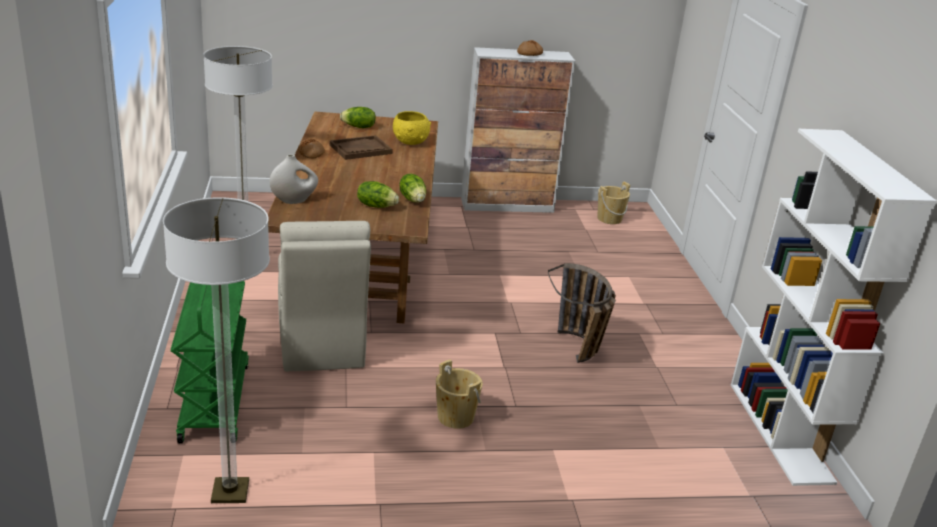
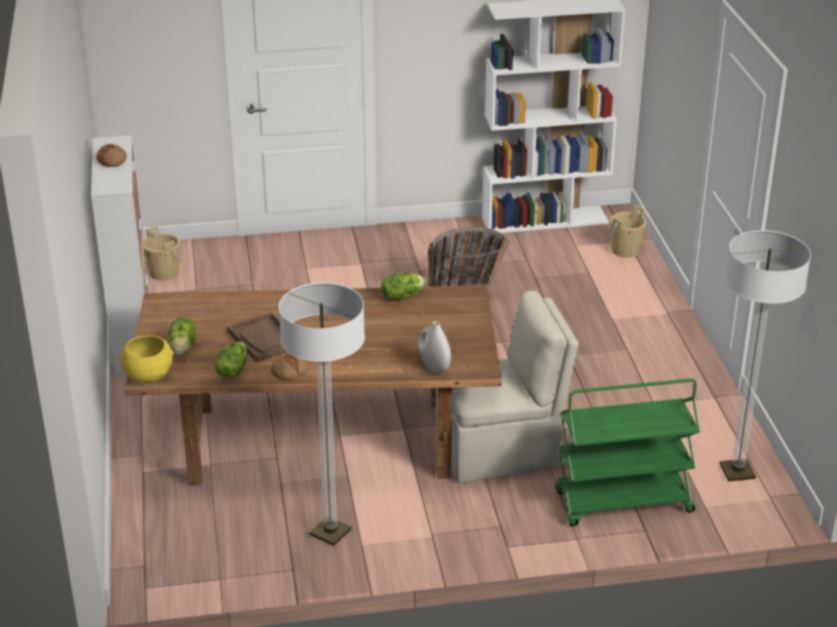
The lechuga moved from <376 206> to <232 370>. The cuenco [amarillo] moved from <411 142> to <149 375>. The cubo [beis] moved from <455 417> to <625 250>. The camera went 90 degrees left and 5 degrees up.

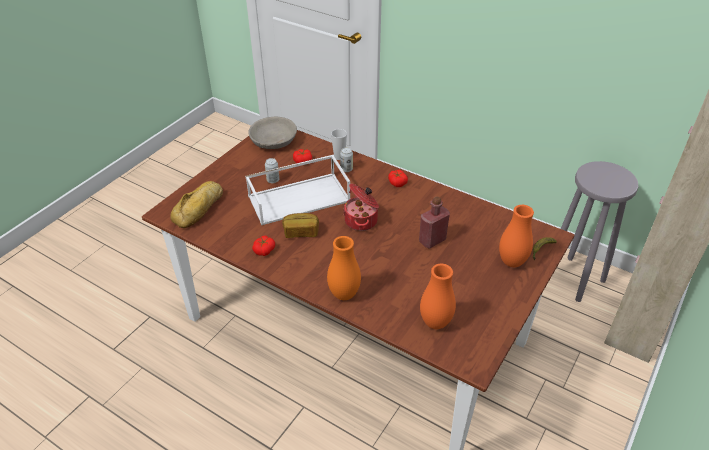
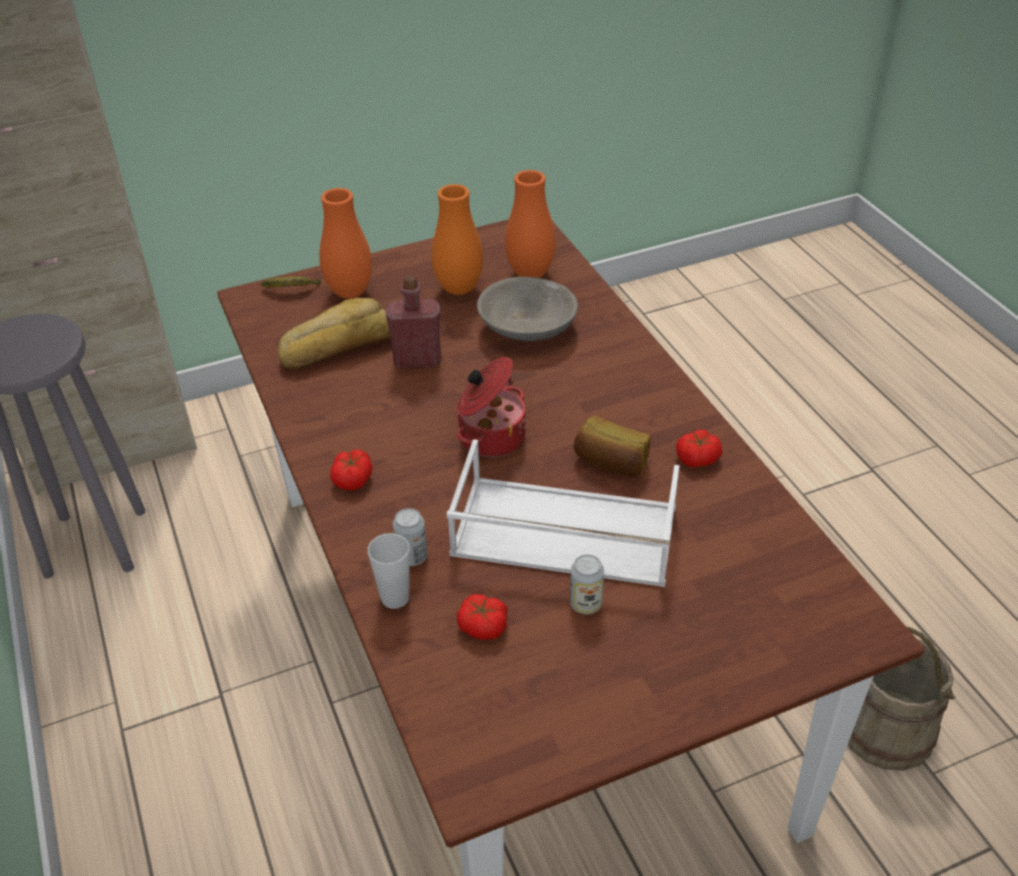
The cubo [beis] at <885 729> appeared. The pan moved from <200 208> to <338 344>. The cuenco [gris] moved from <274 141> to <527 327>. The florero [naranja] moved from <344 294> to <459 289>. The camera went 145 degrees left and 0 degrees up.

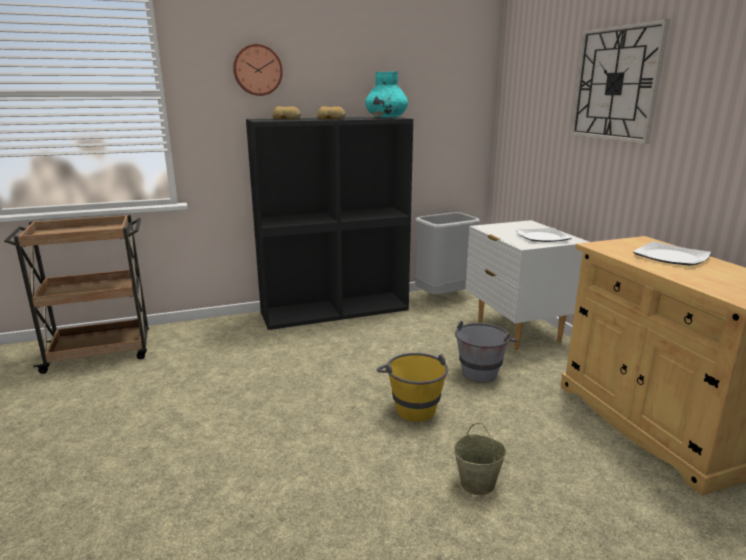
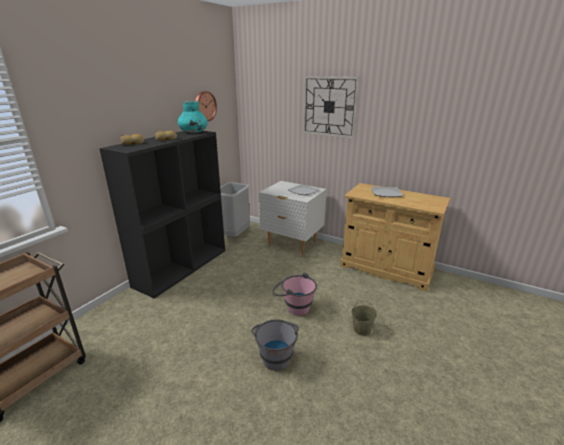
The reloj de pared moved from <257 70> to <204 106>. The cubo [gris] moved from <482 370> to <275 355>. The cubo [amarillo] at <411 406> became the cubo [rosa] at <293 306>. The camera went 40 degrees left and 5 degrees up.

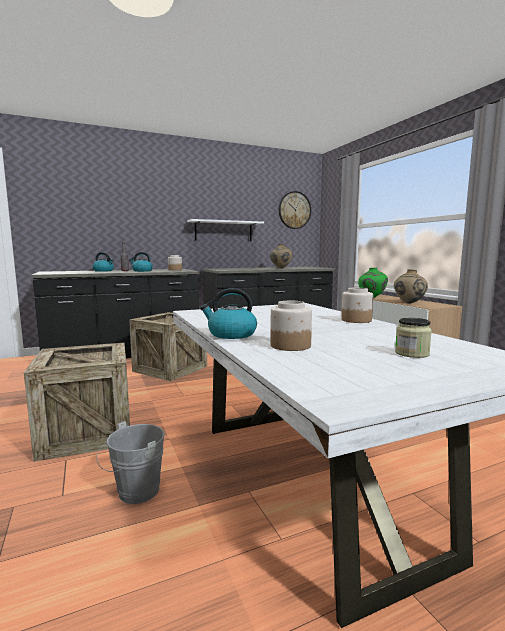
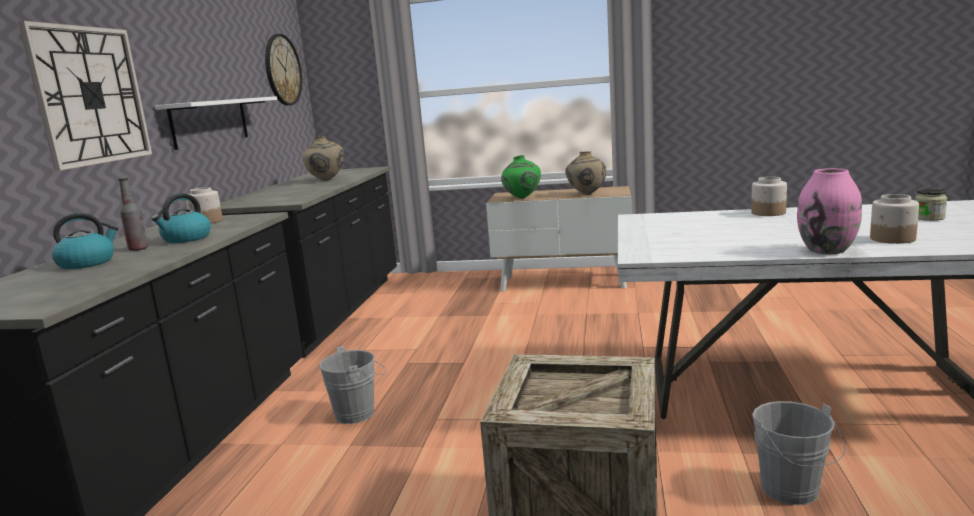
The reloj de pared at <90 95> appeared. The caja de embalaje at <170 369> was replaced by the cubo [gris] at <359 413>. The hervidor at <231 334> was replaced by the florero [rosa] at <827 250>. The camera went 55 degrees left and 5 degrees up.

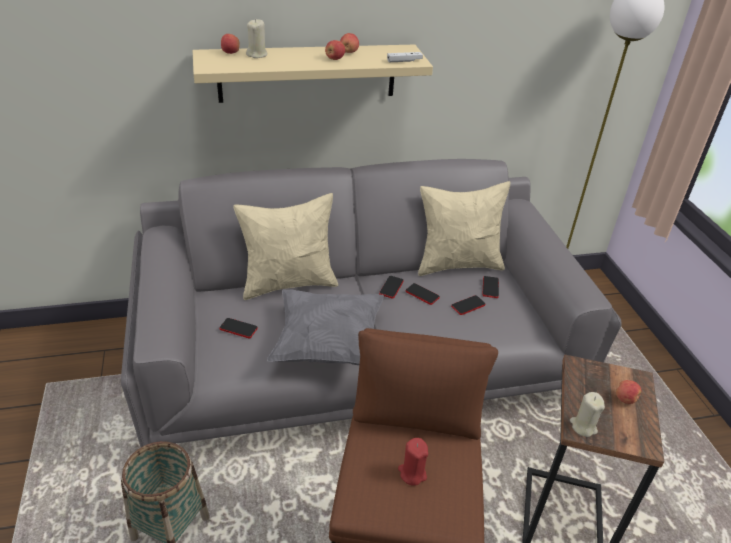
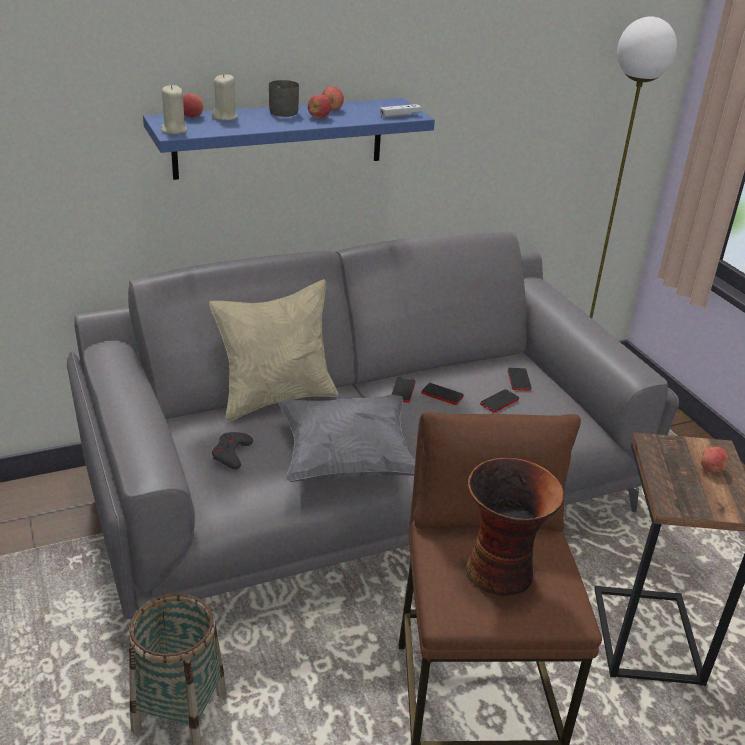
The cojín [beis] at <457 264> disappeared. The taza grande [gris] at <283 111> appeared. The vela [beis] moved from <583 426> to <174 130>. The móvil at <238 328> was replaced by the mando de consola [gris] at <231 454>. The vela [rojo] at <412 473> was replaced by the florero at <502 571>. The estante [beis] at <307 73> became the estante [azul] at <279 138>. The camera went 10 degrees left and 5 degrees down.

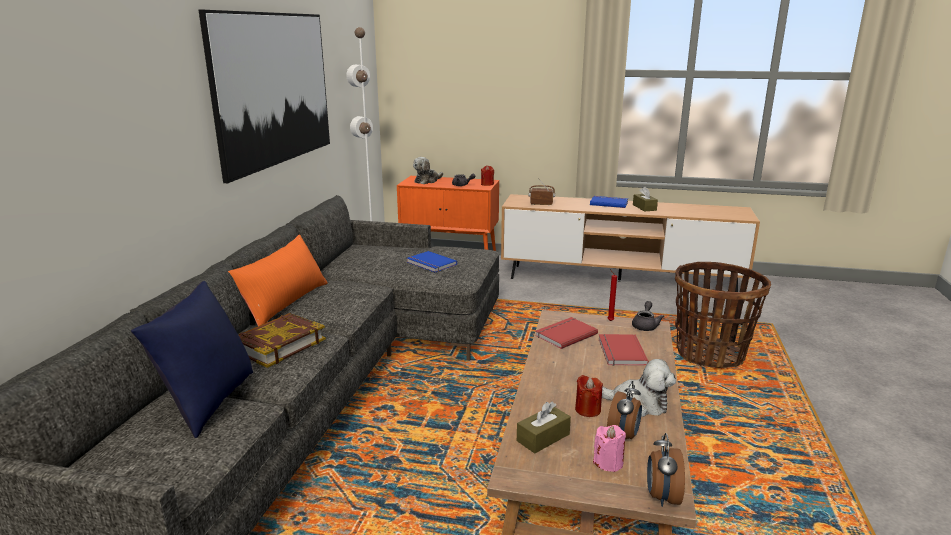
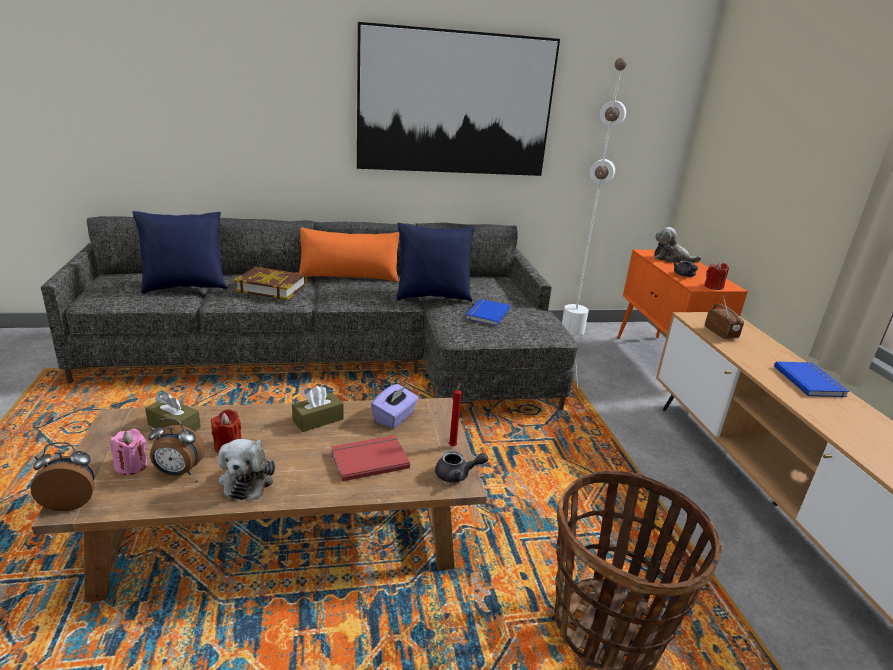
The cojín [azul] at <432 296> appeared. The caja de pañuelos [marrón] moved from <644 207> to <318 420>. The libro [rojo] at <564 334> was replaced by the caja de pañuelos [morado] at <394 417>. The camera went 65 degrees right and 5 degrees up.

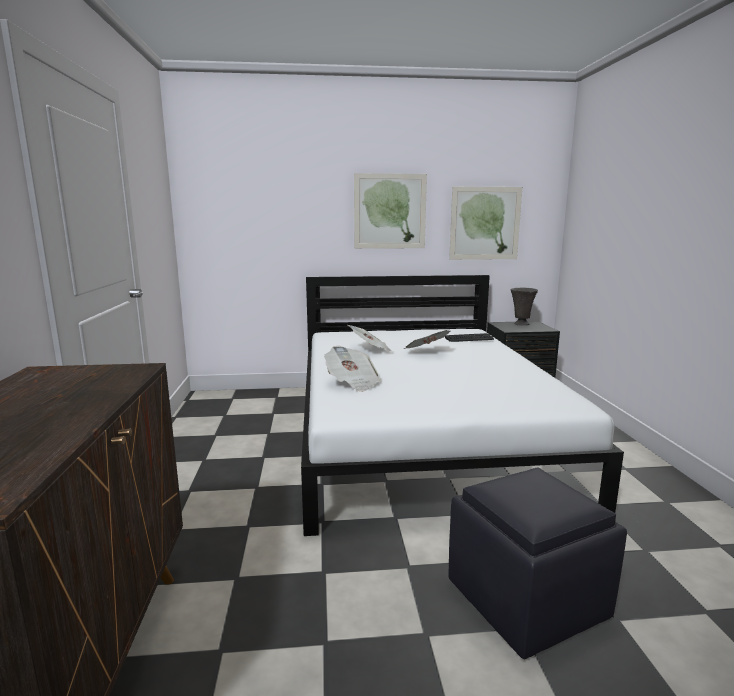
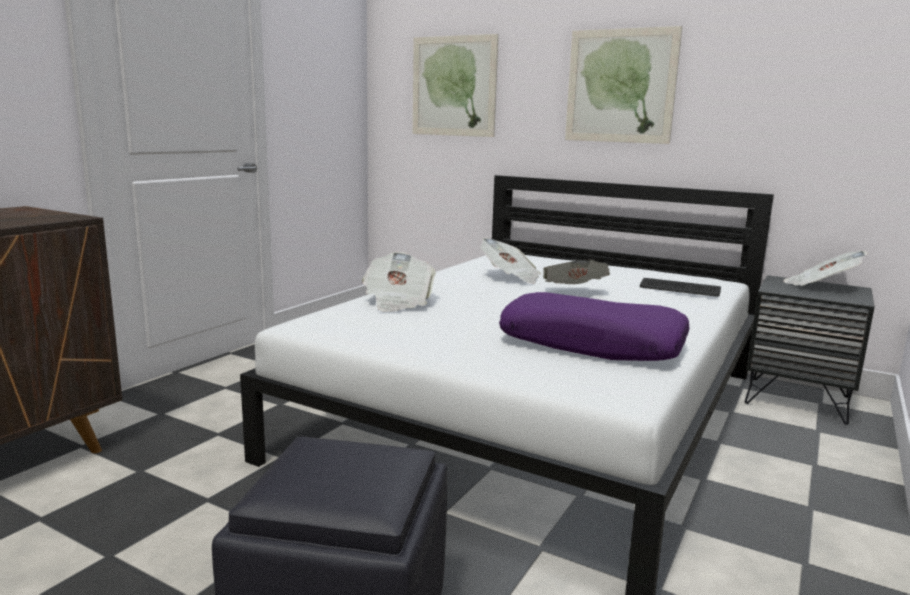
The cojín [morado] at <592 344> appeared. The cuadro moved from <485 223> to <453 86>. The florero [gris] at <521 324> was replaced by the periódico at <820 286>. The camera went 35 degrees right and 0 degrees up.

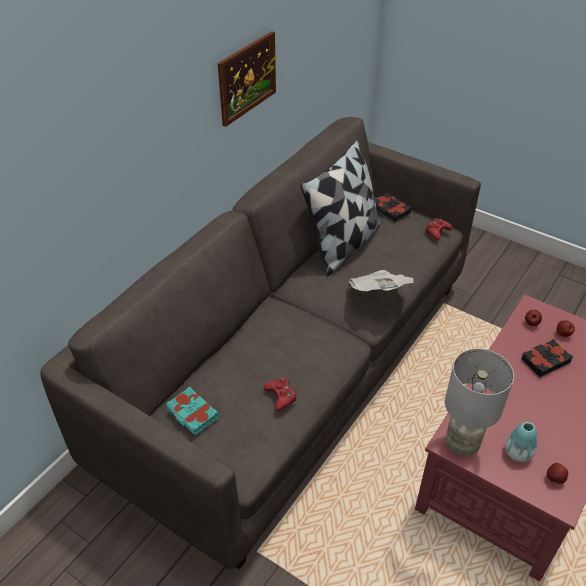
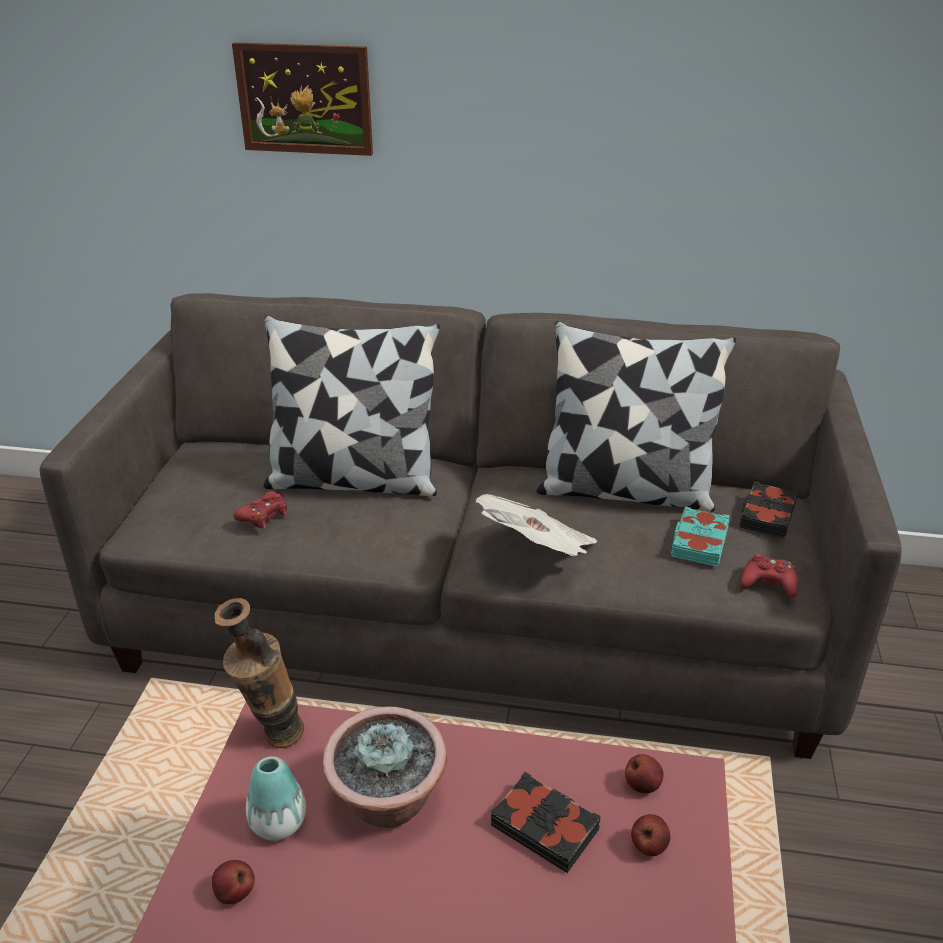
The cojín at <354 480> appeared. The planta en maceta at <388 803> appeared. The libro [turquesa] moved from <192 414> to <698 542>. The cuadro moved from <247 78> to <304 99>. The lámpara de mesa [gris] at <462 443> was replaced by the florero at <272 740>. The camera went 65 degrees right and 10 degrees down.

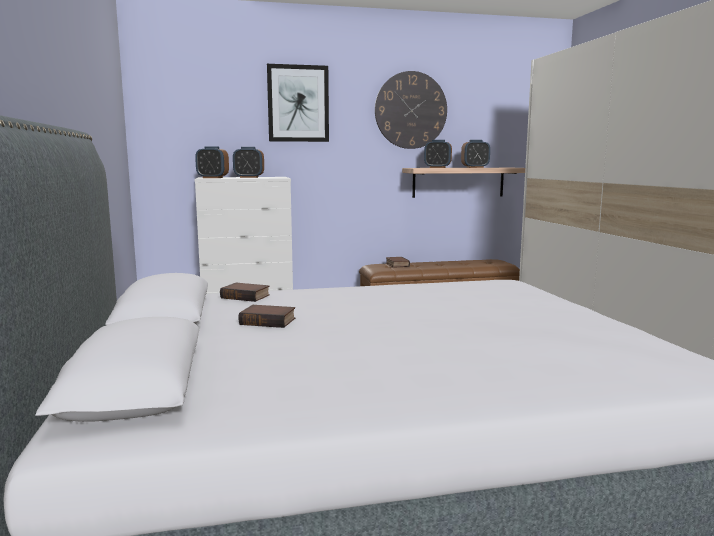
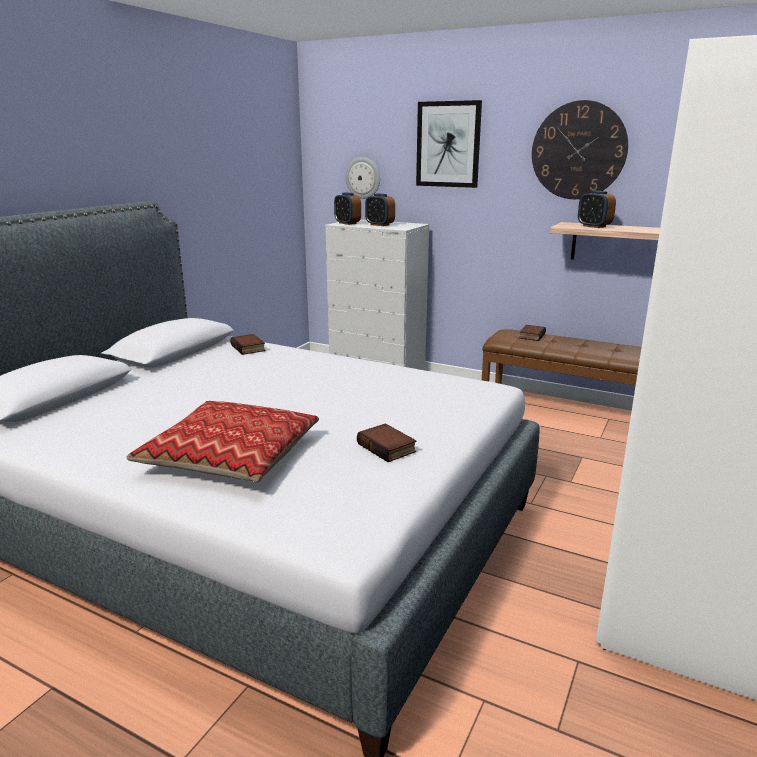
The despertador at <475 167> disappeared. The cojín at <230 455> appeared. The reloj de pared at <363 178> appeared. The libro moved from <269 321> to <388 447>. The camera went 40 degrees right and 10 degrees up.

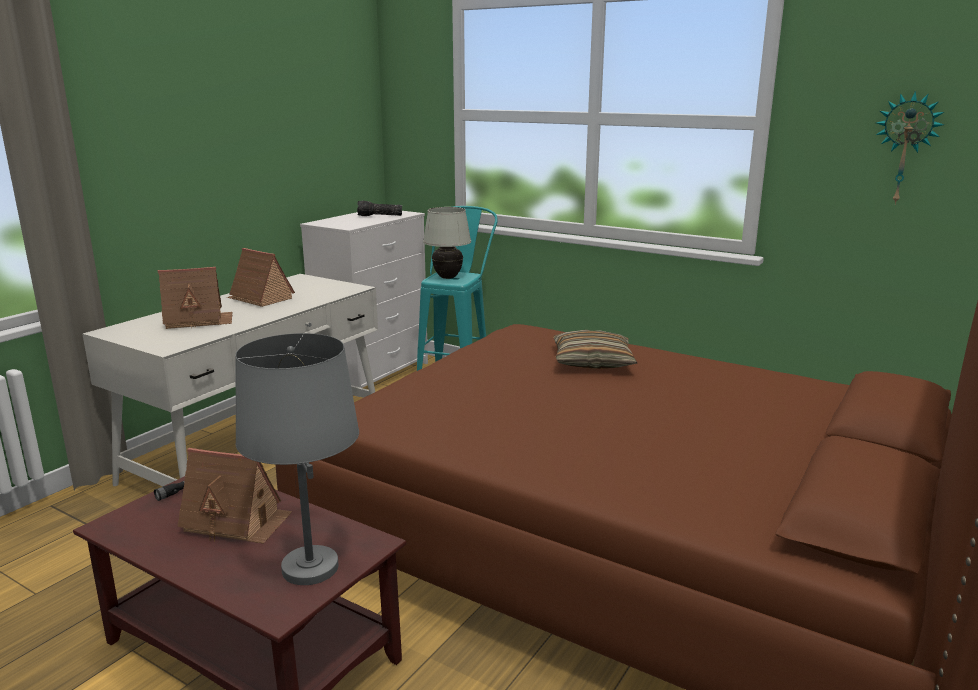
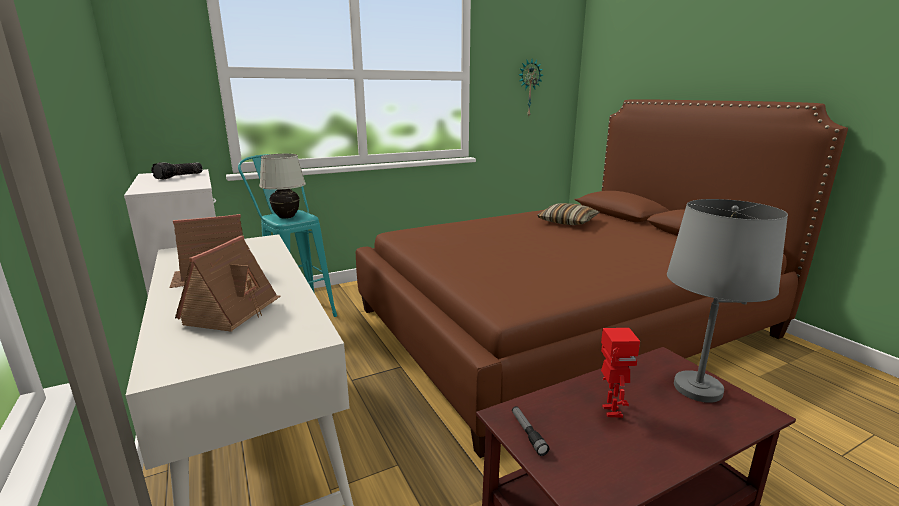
The cojín moved from <592 362> to <567 222>. The casita at <237 521> was replaced by the robot de juguete at <610 411>. The camera went 60 degrees left and 0 degrees up.

